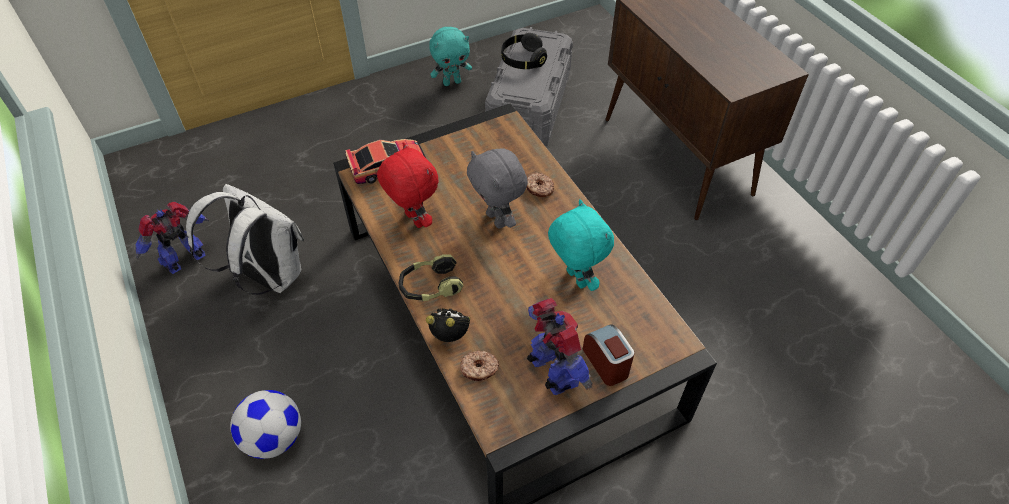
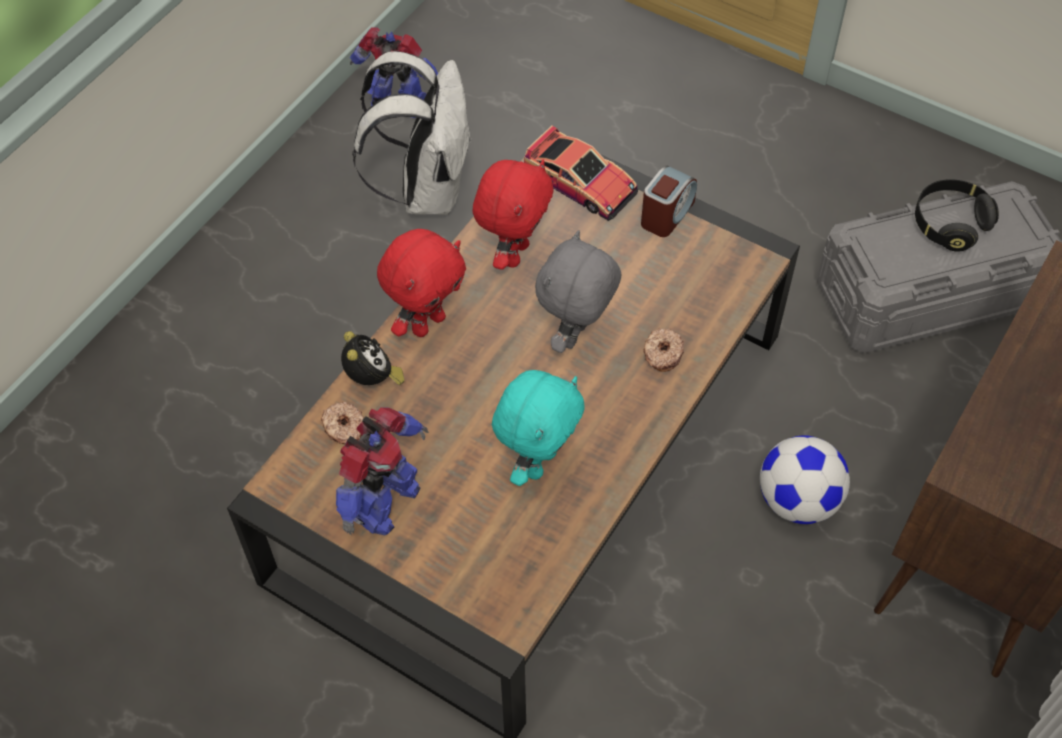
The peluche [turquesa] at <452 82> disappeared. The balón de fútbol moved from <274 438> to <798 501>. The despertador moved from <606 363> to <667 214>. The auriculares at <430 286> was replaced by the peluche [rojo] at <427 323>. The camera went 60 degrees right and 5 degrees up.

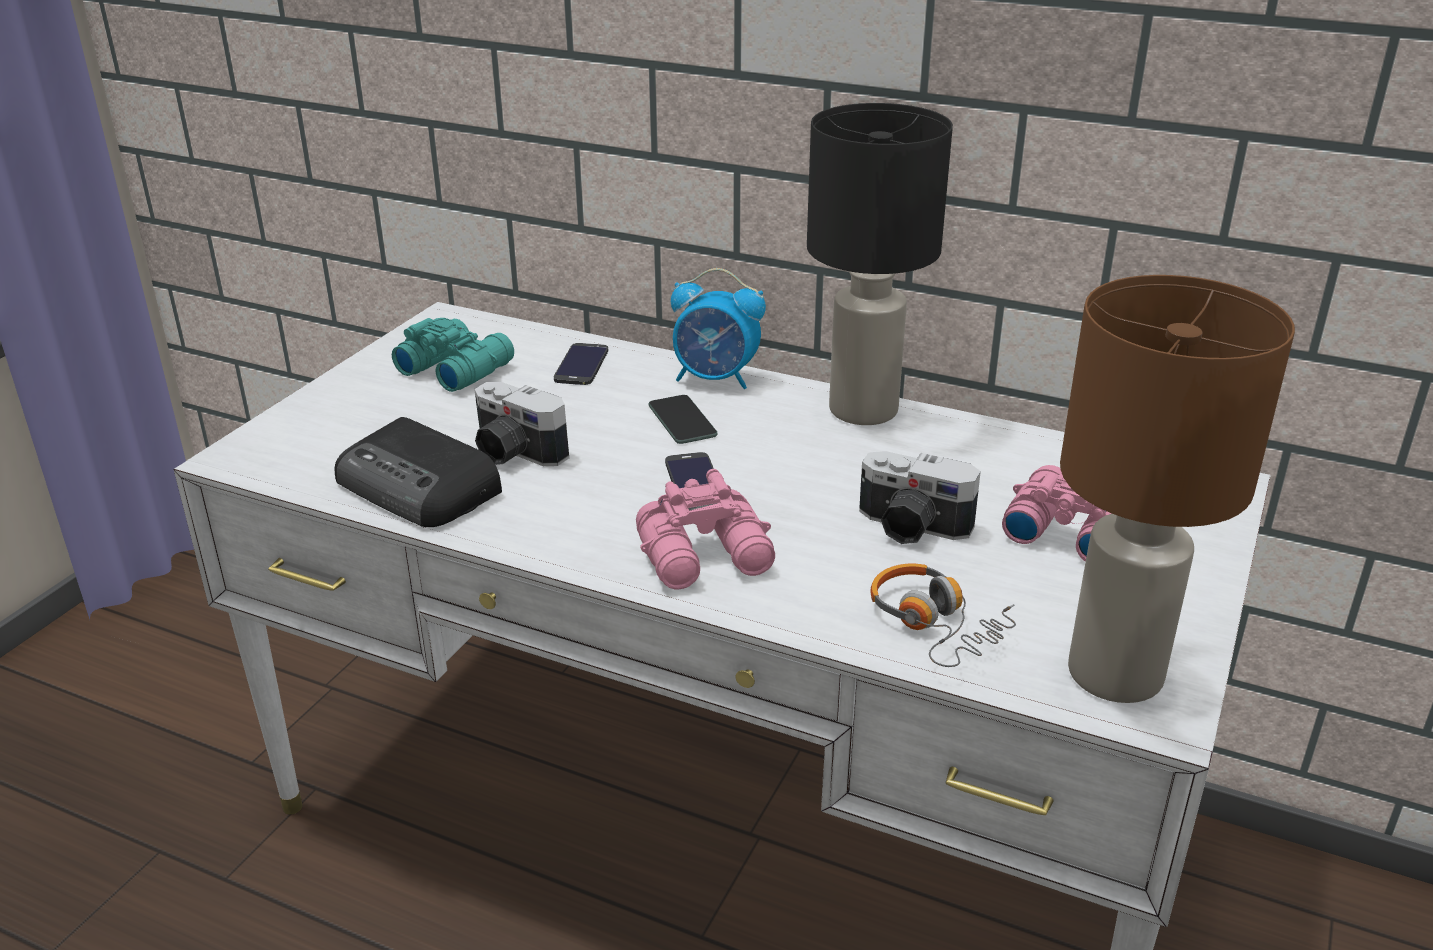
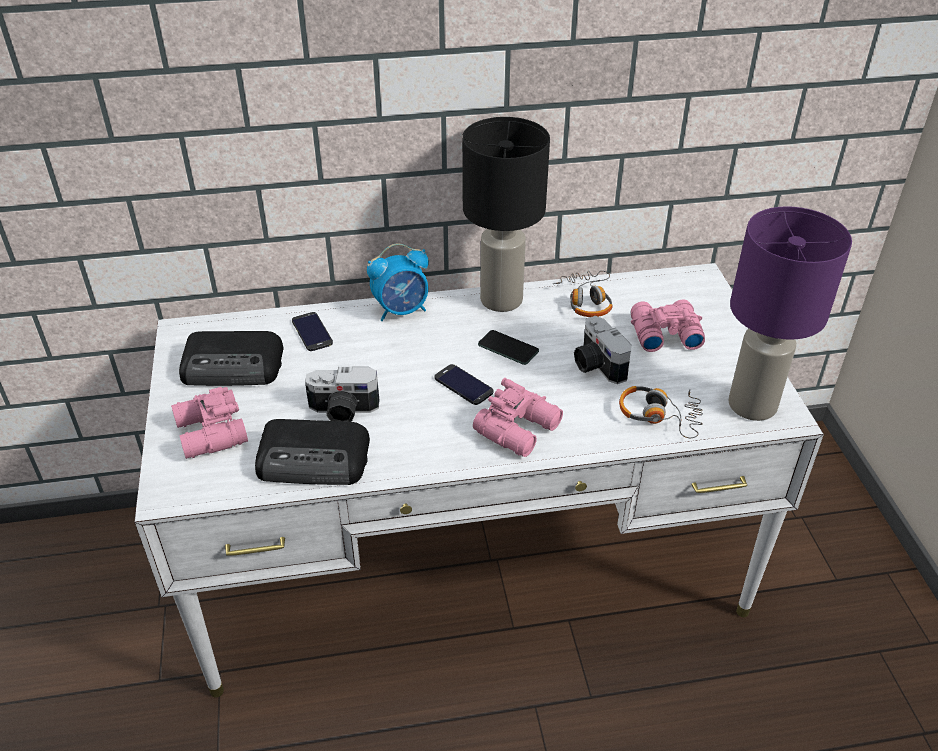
The prismáticos [rosa] at <210 434> appeared. The auriculares at <587 300> appeared. The móvil moved from <682 420> to <508 348>. The prismáticos [turquesa] at <455 368> was replaced by the radio at <234 366>. The lámpara de mesa [marrón] at <1113 672> became the lámpara de mesa [morado] at <751 404>. The cámara at <911 528> turned 75 degrees clockwise. The camera went 35 degrees left and 10 degrees up.

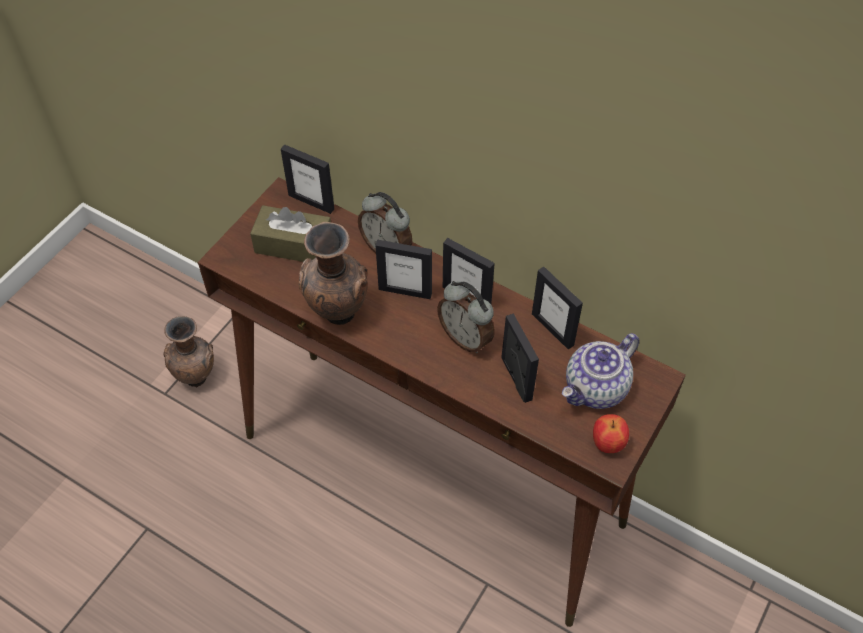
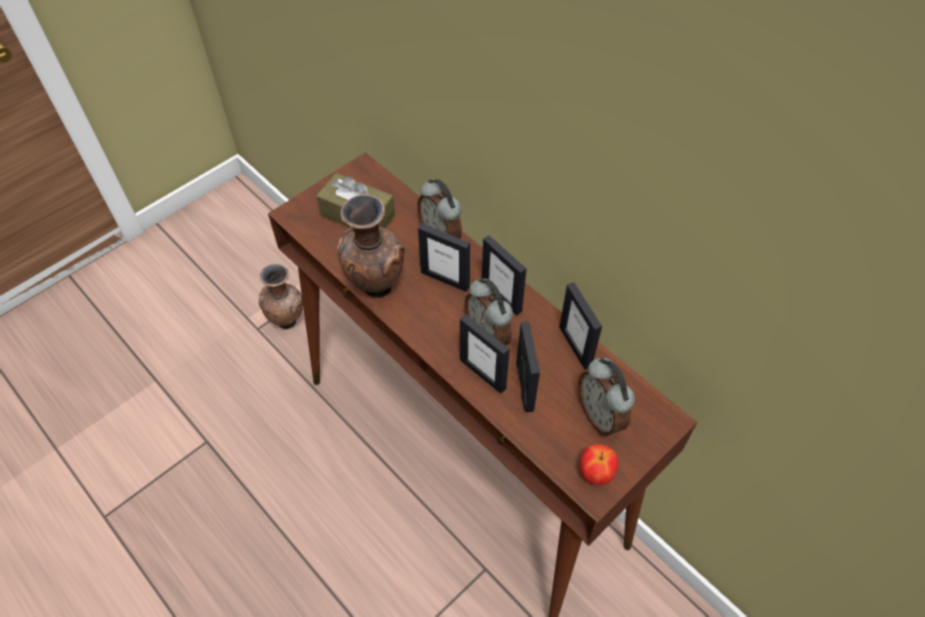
The portarretratos moved from <311 202> to <483 373>. The tetera at <596 389> was replaced by the despertador at <601 415>. The camera went 15 degrees right and 0 degrees up.

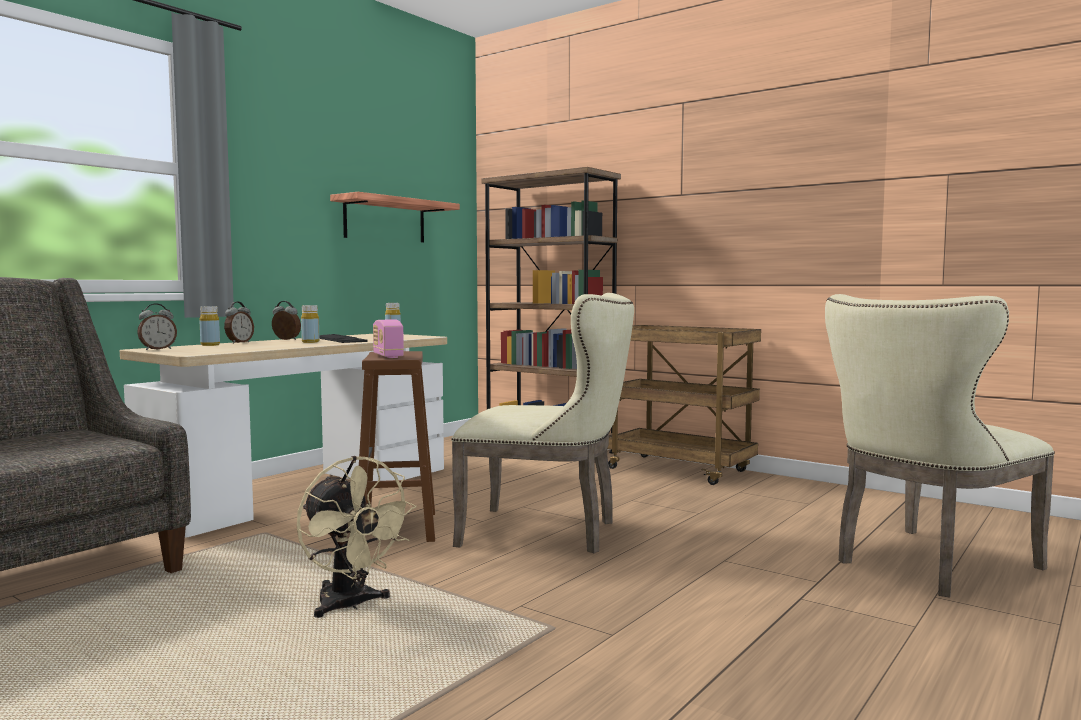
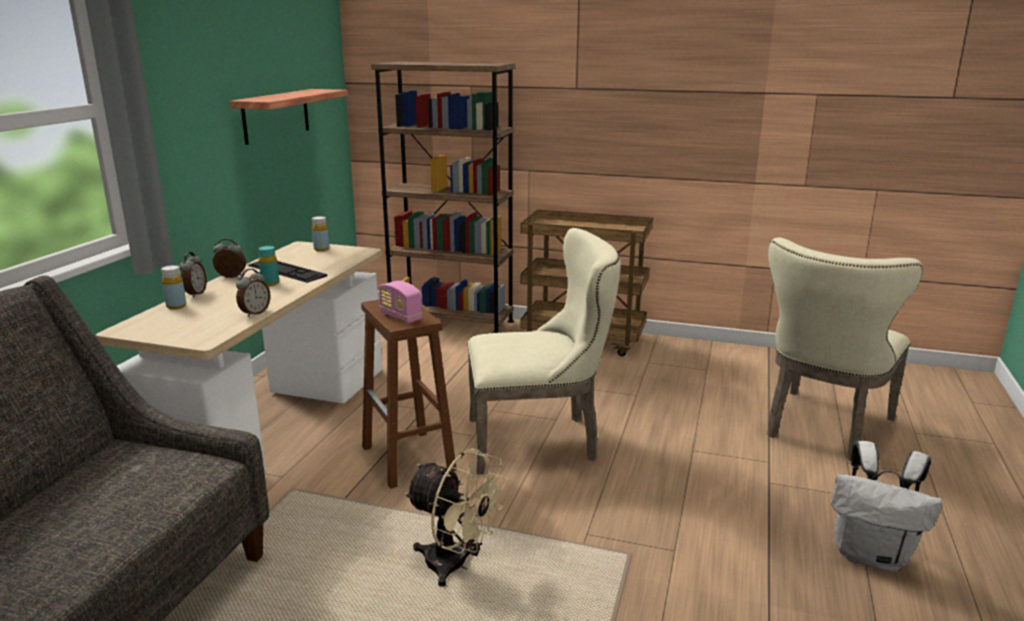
The mochila [blanco] at <872 555> appeared. The despertador moved from <157 349> to <254 313>. The botella [amarillo] at <310 342> became the botella [turquesa] at <270 283>. The camera went 20 degrees left and 15 degrees up.

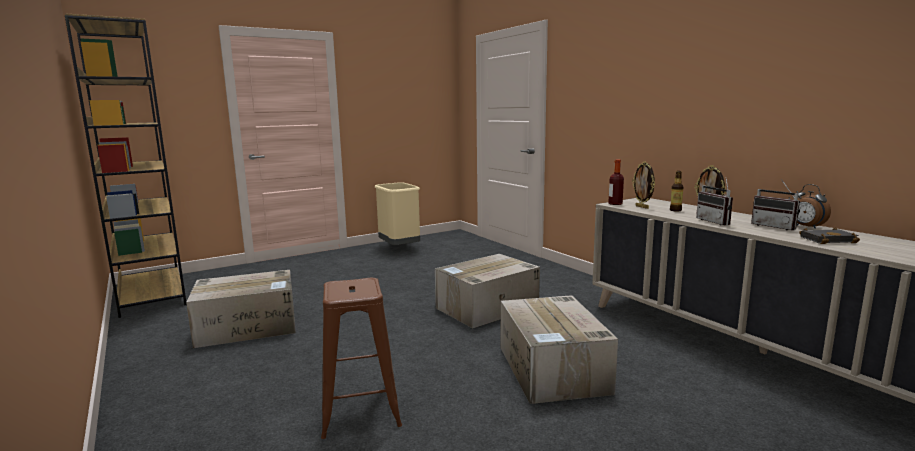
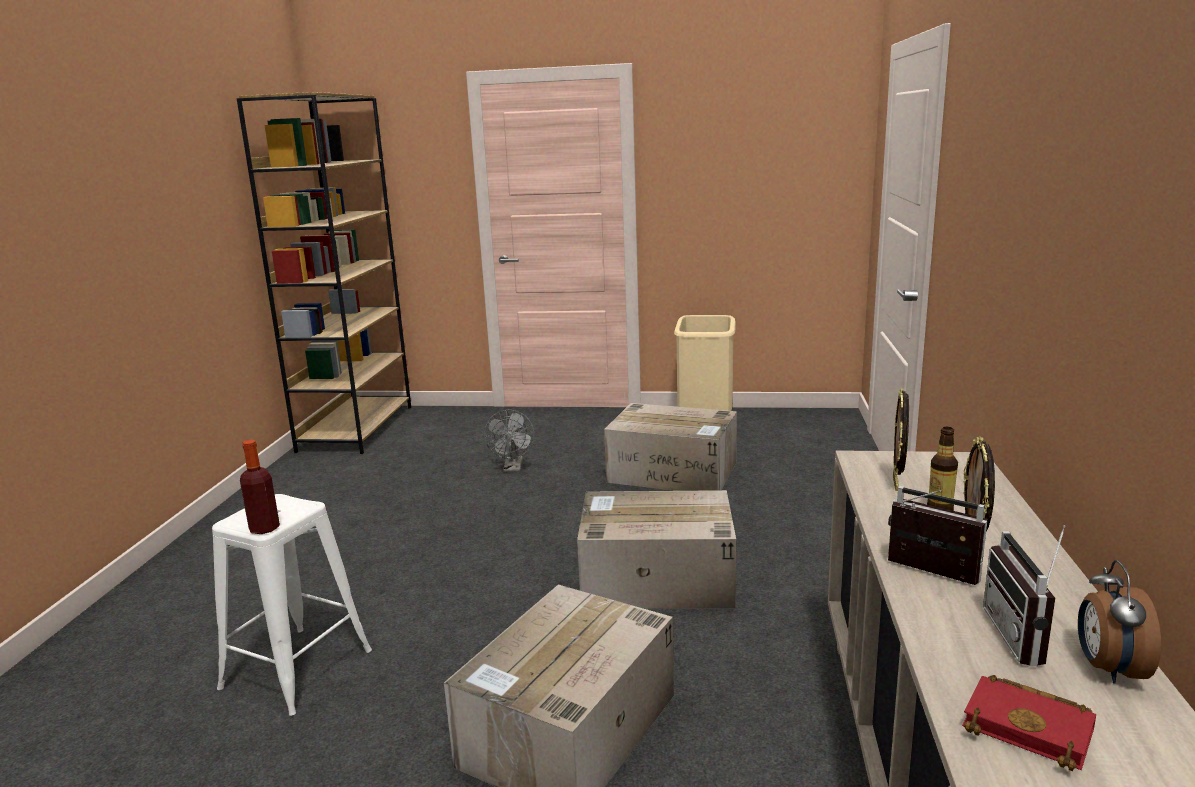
The ventilador [gris] at <513 468> appeared. The caja de cartón moved from <249 326> to <674 472>. The botella moved from <615 204> to <264 528>. The taburete [marrón] at <360 408> became the taburete [blanco] at <297 668>. The libro [negro] at <827 239> became the libro [rojo] at <1031 728>. The radio at <716 222> turned 105 degrees clockwise. The camera went 40 degrees right and 5 degrees up.

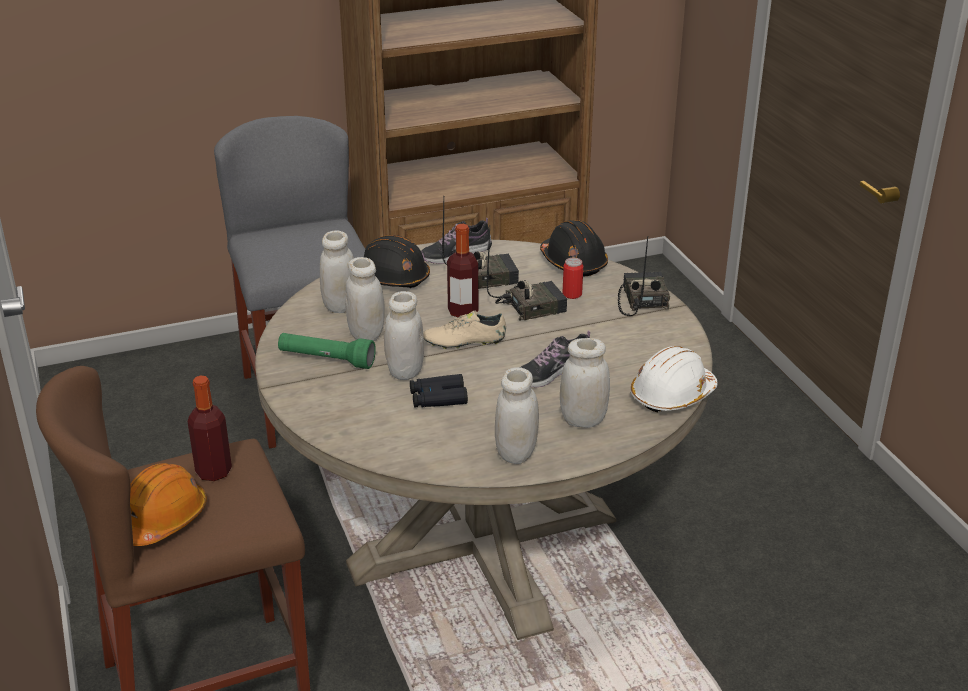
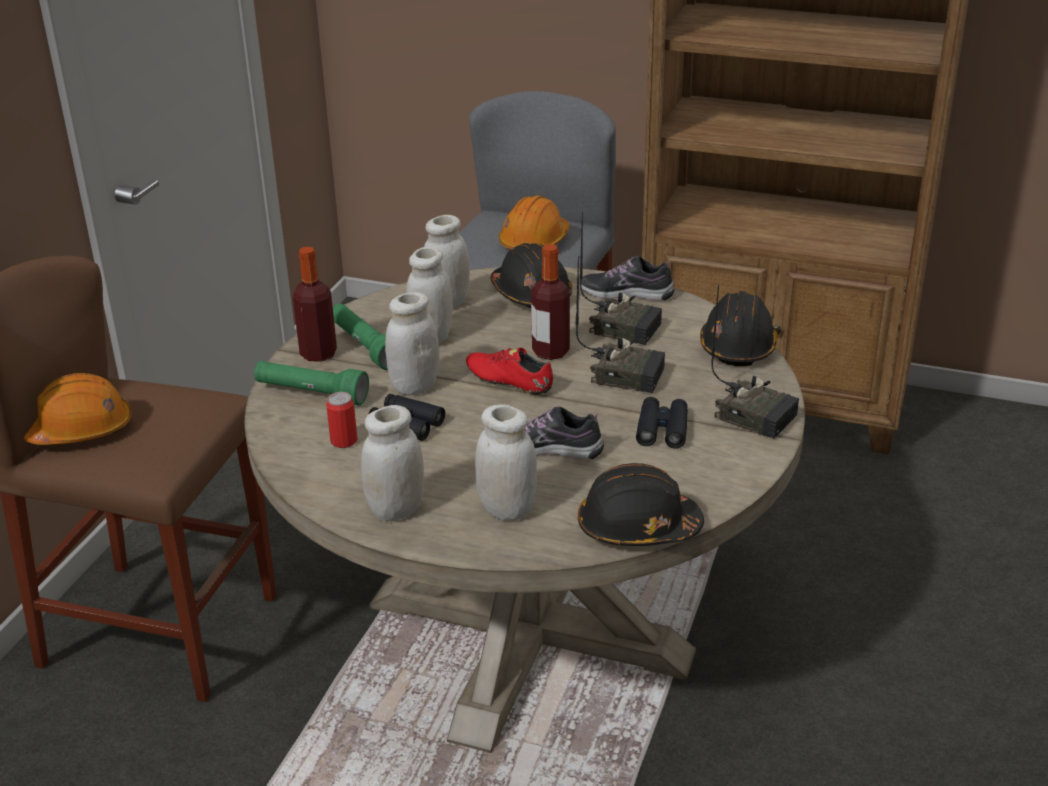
The linterna [verde] at <311 394> appeared. The casco [naranja] at <534 242> appeared. The prismáticos [negro] at <662 429> appeared. The botella moved from <214 471> to <318 354>. The lata moved from <572 294> to <344 441>. The zapato [beis] at <464 342> became the zapato [rojo] at <509 381>. The casco [blanco] at <672 395> became the casco [negro] at <637 528>. The radio at <641 300> turned 90 degrees clockwise. The camera went 40 degrees right and 0 degrees up.

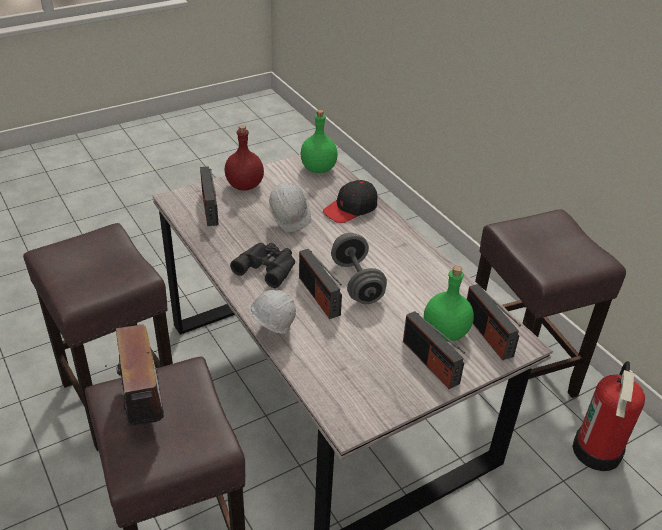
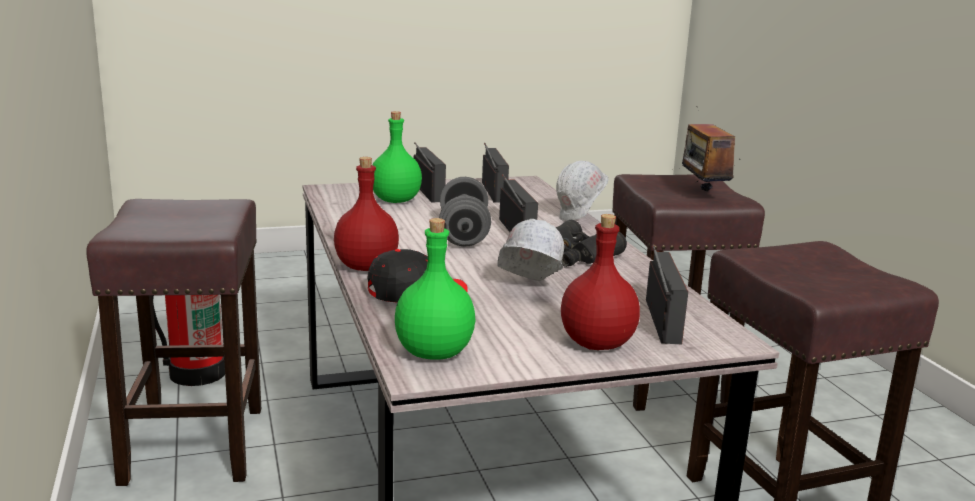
The botella [rojo] at <365 267> appeared. The radio moved from <488 334> to <494 192>. The camera went 165 degrees left and 20 degrees down.

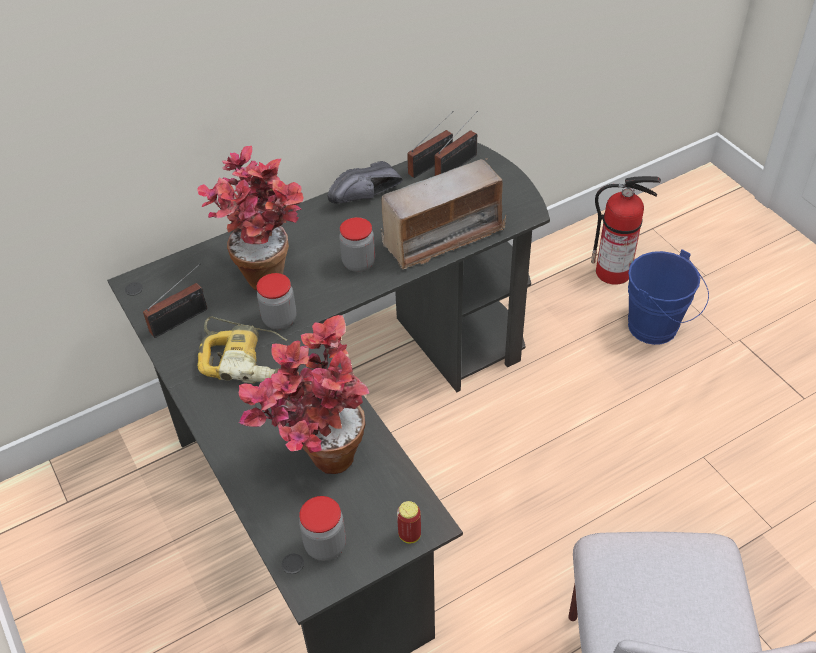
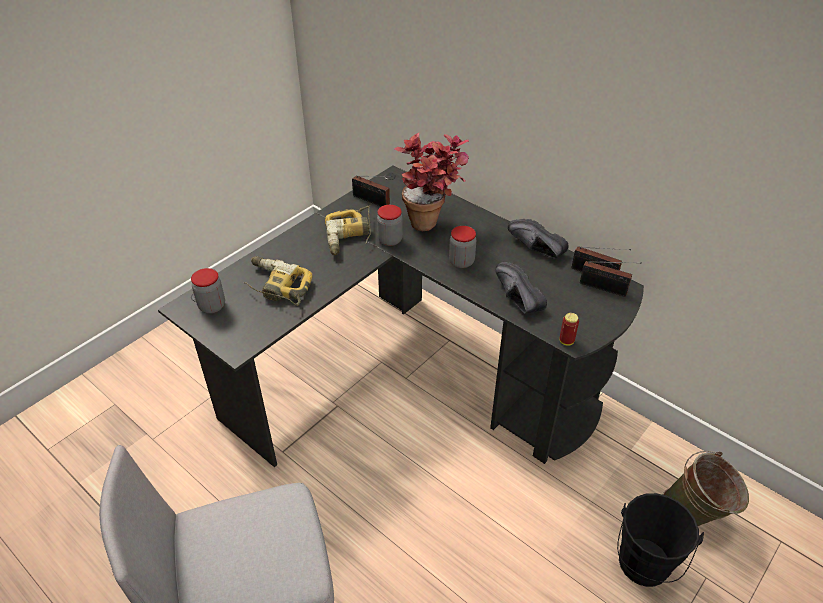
The lata moved from <409 535> to <566 341>. The planta en maceta at <317 461> was replaced by the taladro at <276 287>. The radio at <443 236> was replaced by the zapato [negro] at <514 298>. The extintor at <614 272> was replaced by the cubo [verde] at <695 517>. The cubo [azul] at <657 329> became the cubo [negro] at <642 568>. The camera went 70 degrees right and 5 degrees down.

